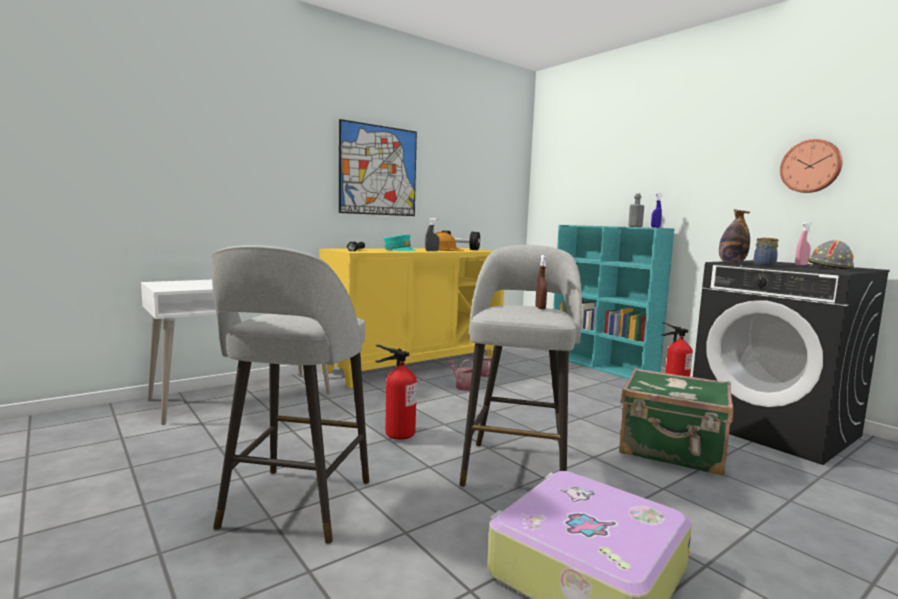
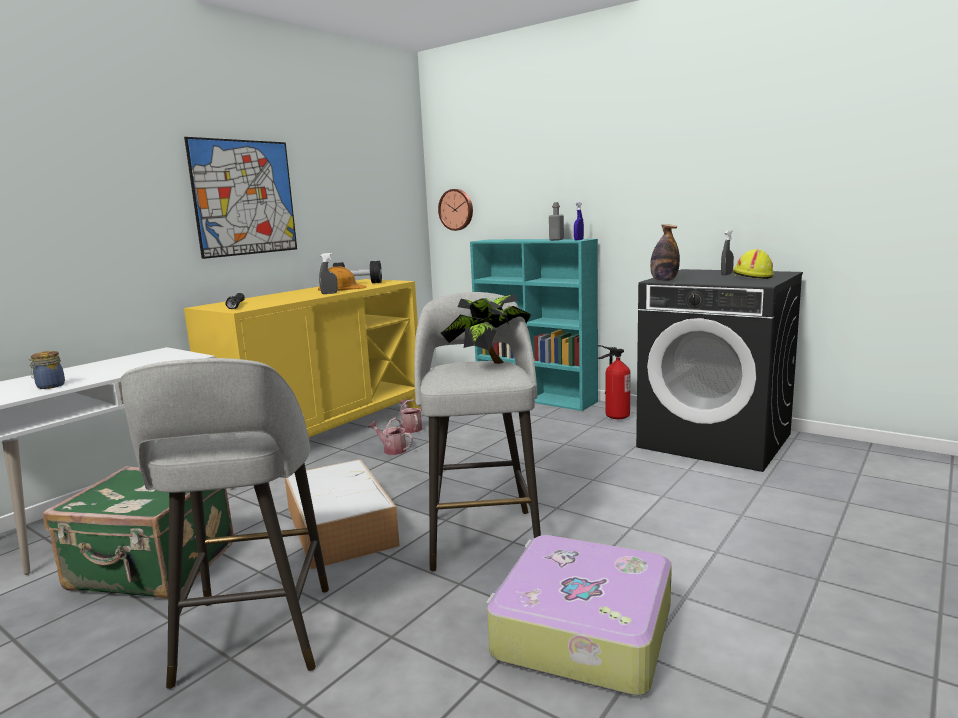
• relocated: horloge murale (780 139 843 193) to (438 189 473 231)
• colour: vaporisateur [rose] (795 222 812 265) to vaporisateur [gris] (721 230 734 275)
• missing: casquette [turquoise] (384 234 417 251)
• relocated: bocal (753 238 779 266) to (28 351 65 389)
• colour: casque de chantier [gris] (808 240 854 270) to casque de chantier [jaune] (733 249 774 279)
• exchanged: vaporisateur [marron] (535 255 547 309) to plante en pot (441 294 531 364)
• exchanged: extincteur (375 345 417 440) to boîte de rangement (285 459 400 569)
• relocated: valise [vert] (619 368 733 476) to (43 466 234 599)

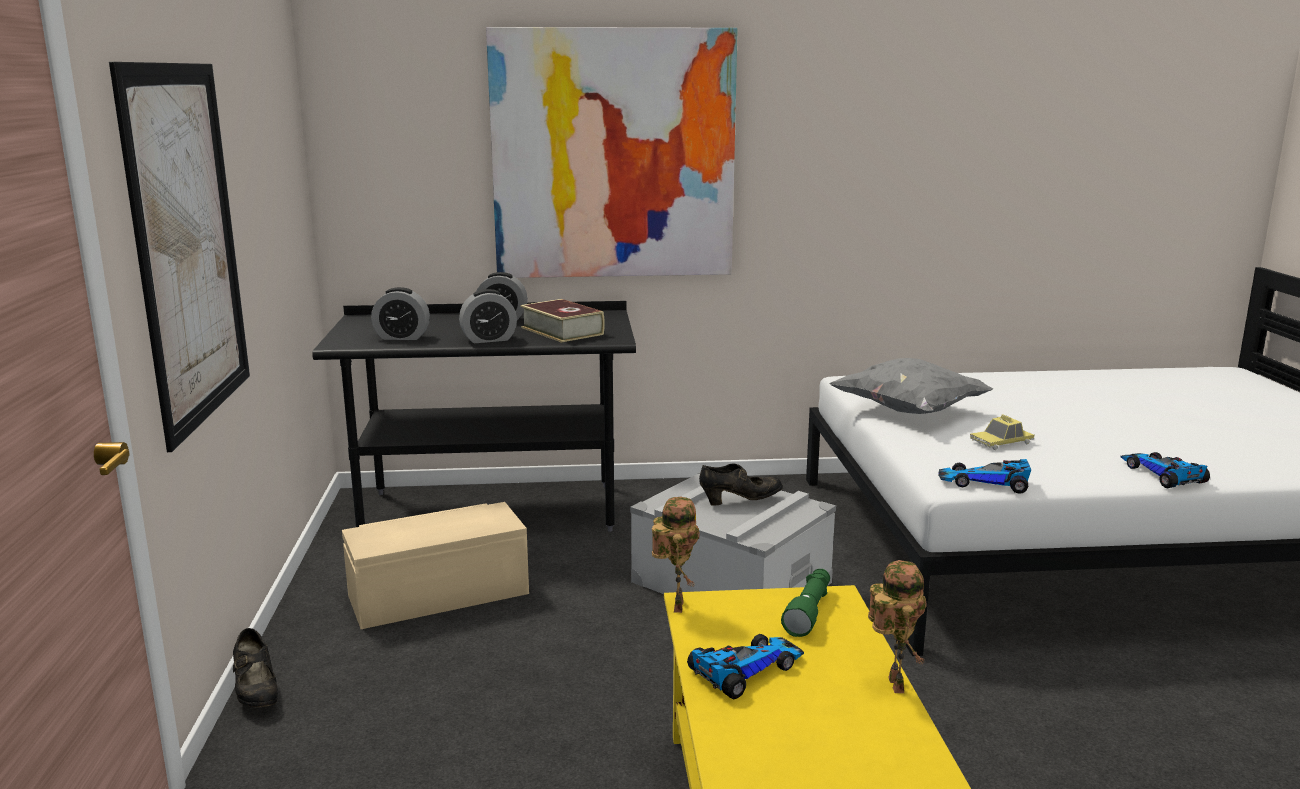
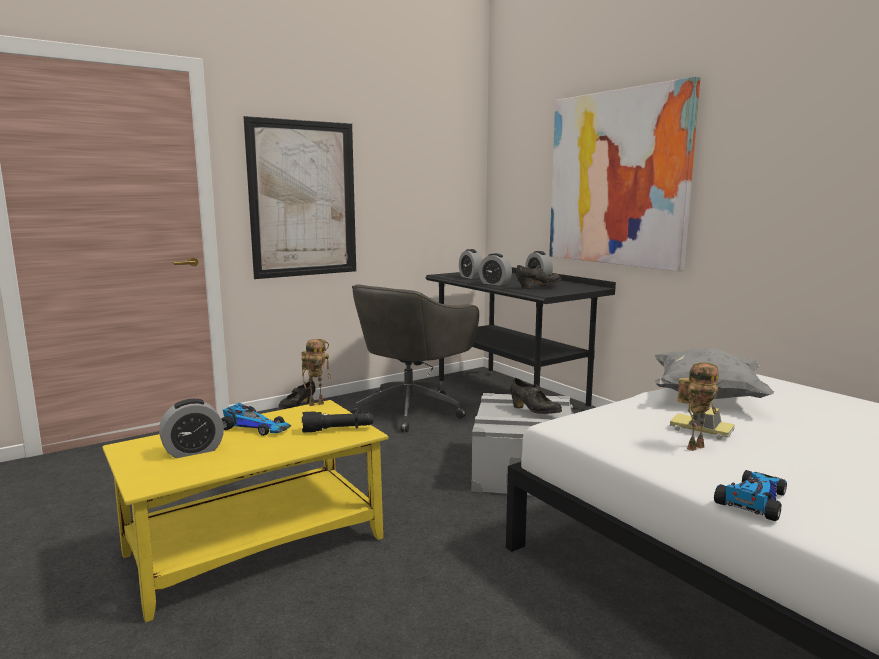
• exchanged: livre (520 299 605 343) to chaussure [noir] (516 265 562 289)
• missing: petite voiture (938 459 1031 494)
• exchanged: boîte de rangement [beige] (342 502 529 629) to chaise de bureau [gris] (350 284 479 432)
• relocated: robot jouet (868 560 927 693) to (677 362 719 451)
• colour: lampe de poche [vert] (781 569 830 637) to lampe de poche [noir] (302 411 373 432)
• appeared: réveil (159 399 224 458)

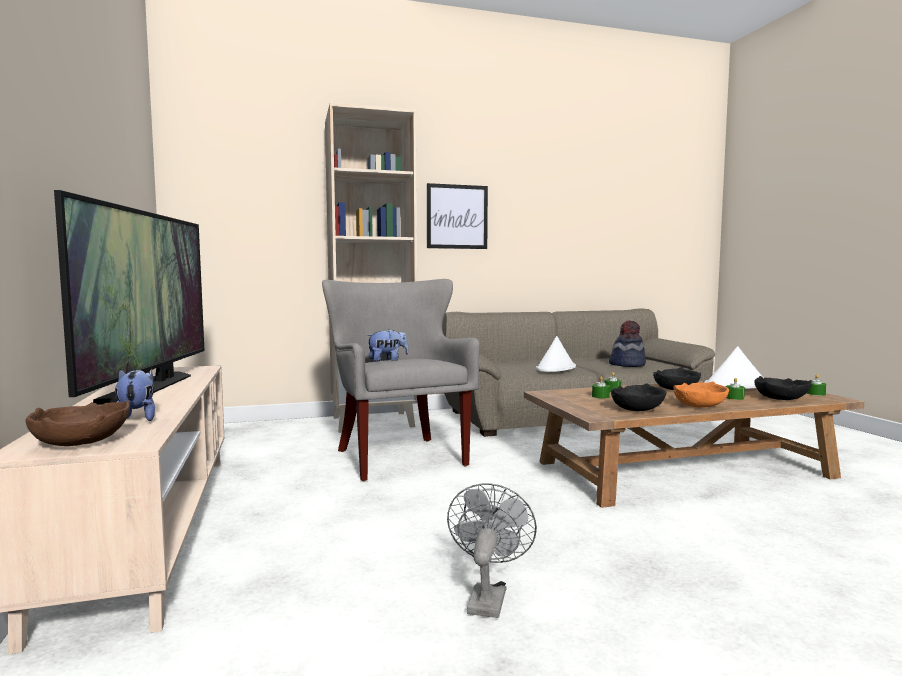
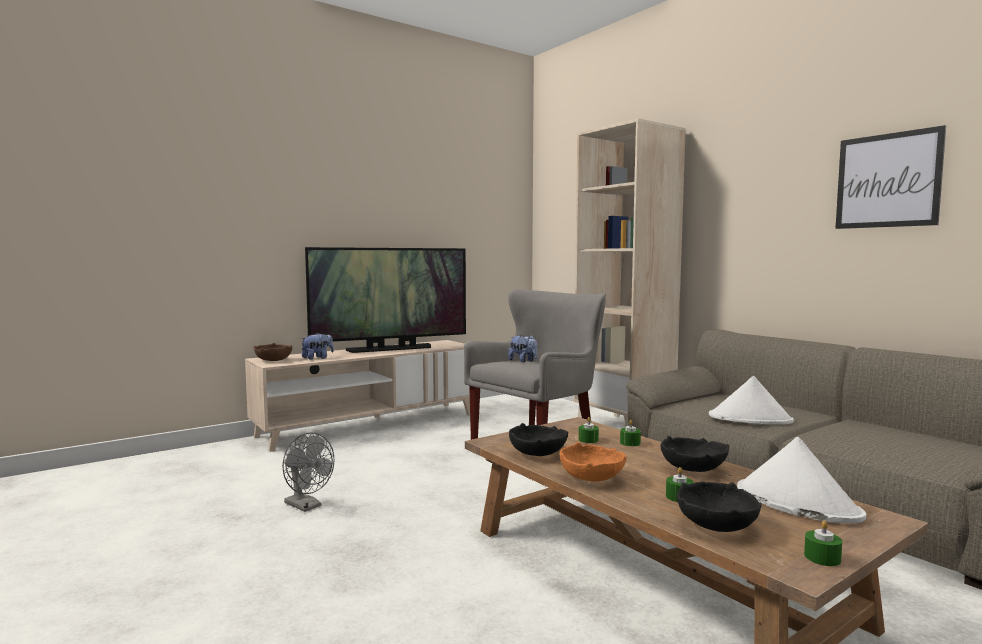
• relocated: tableau (427 183 488 249) to (835 125 946 229)
• missing: chapeau (609 320 646 367)
• spun: ventilateur [gris] (447 483 537 618) = (282 432 334 512) 45 degrees clockwise

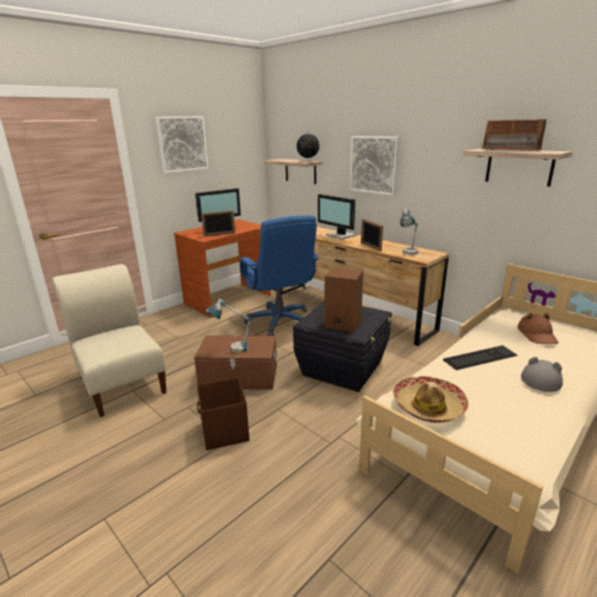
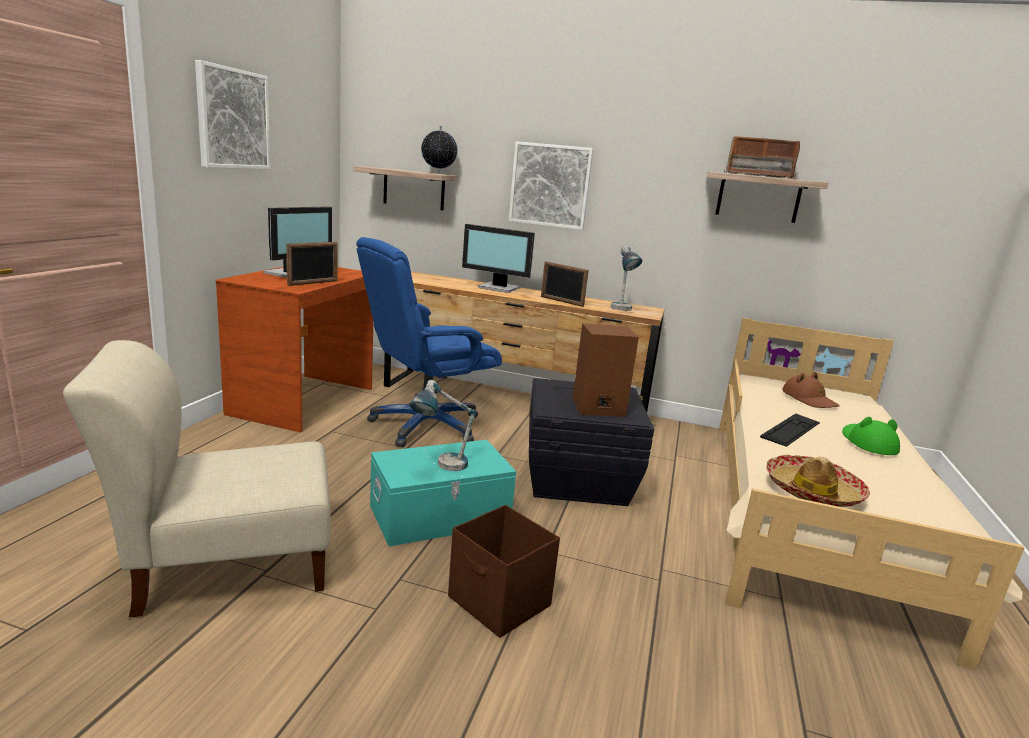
• spun: chaise de bureau [bleu] (239 215 319 336) = (356 237 502 447) 105 degrees clockwise
• spun: chaise [beige] (52 264 166 417) = (63 340 331 618) 45 degrees counterclockwise
• colour: boîte de rangement [marron] (194 336 277 390) to boîte de rangement [turquoise] (370 440 516 546)
• colour: chapeau [gris] (521 357 563 392) to chapeau [vert] (842 417 900 455)

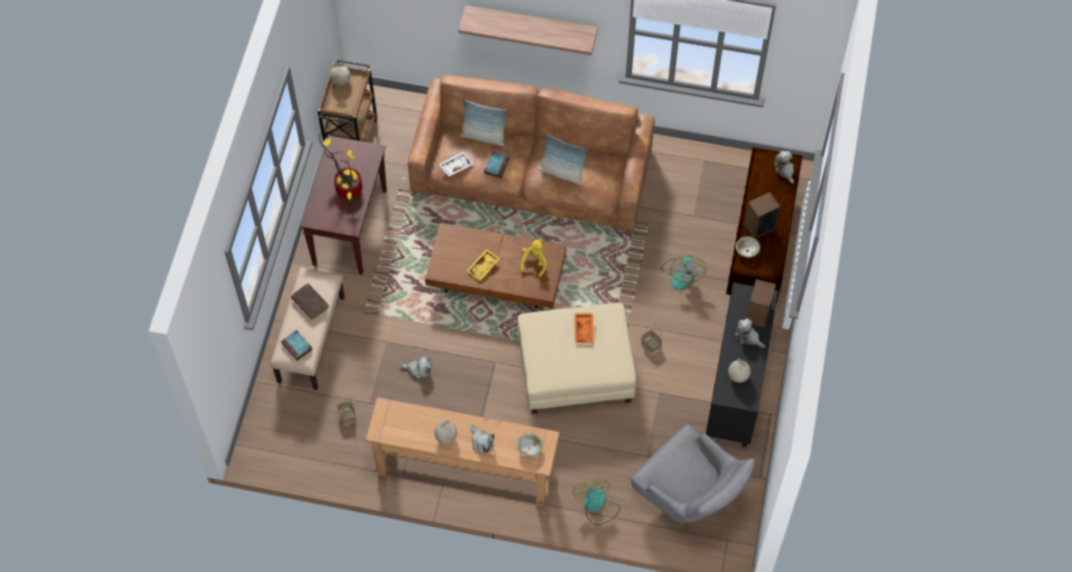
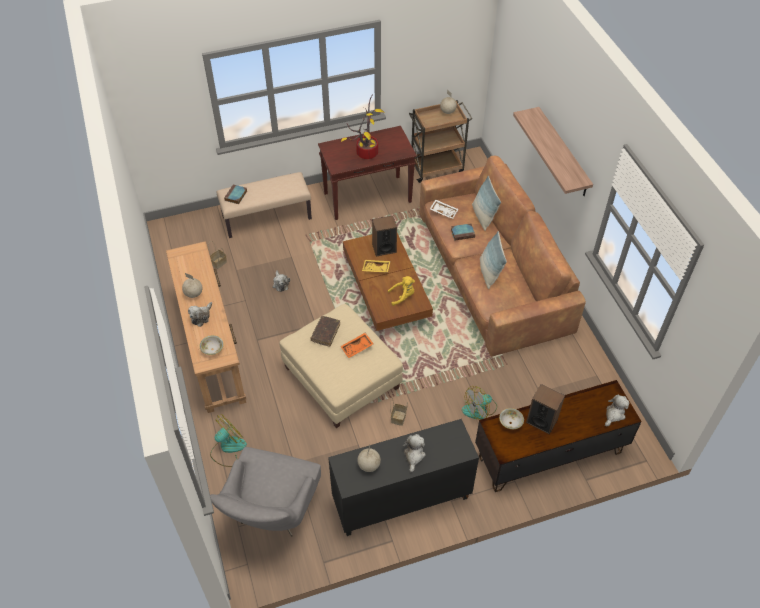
• relocated: enceinte (746 279 776 328) to (372 216 397 256)
• relocated: livre [marron] (291 283 329 320) to (311 316 340 347)

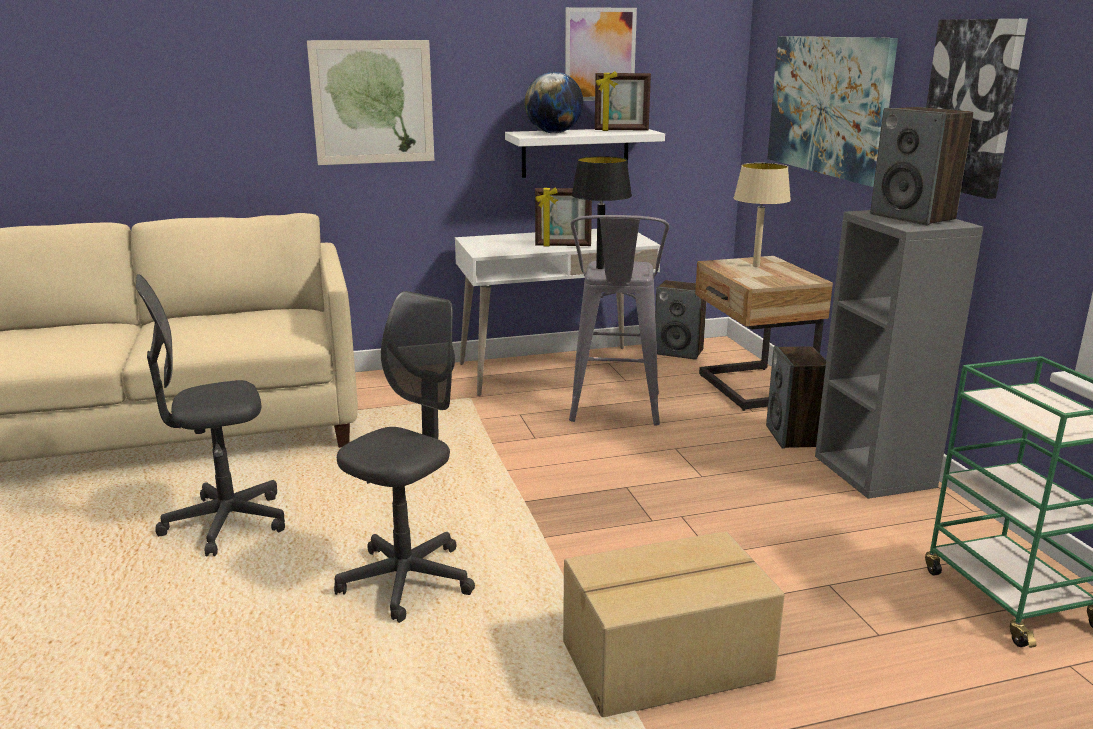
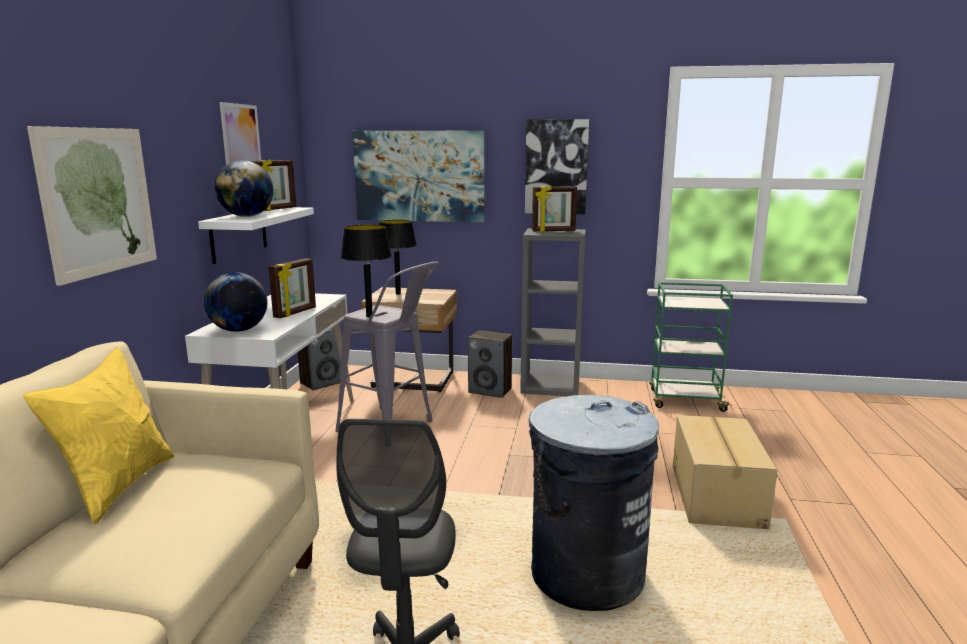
• exchanged: enceinte (870 107 973 225) to cadre photo (532 185 577 232)
• colour: lampe de table [beige] (734 163 791 267) to lampe de table [noir] (379 220 417 295)
• exchanged: chaise de bureau [gris] (334 291 475 623) to poubelle [gris] (529 395 659 611)
• appeared: globe (204 272 267 332)
• appeared: coussin [jaune] (23 347 174 524)

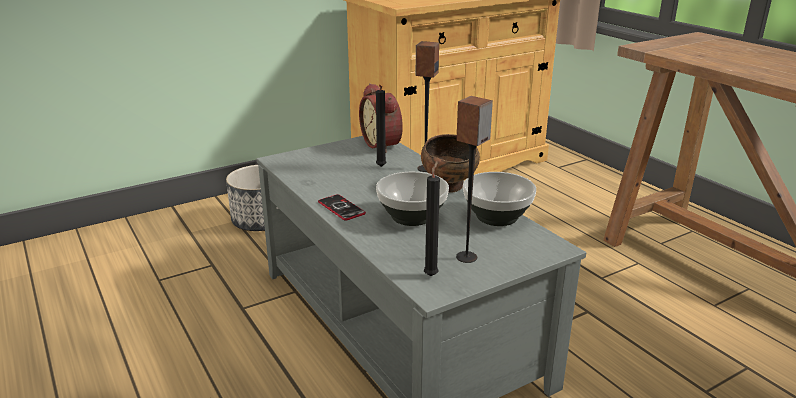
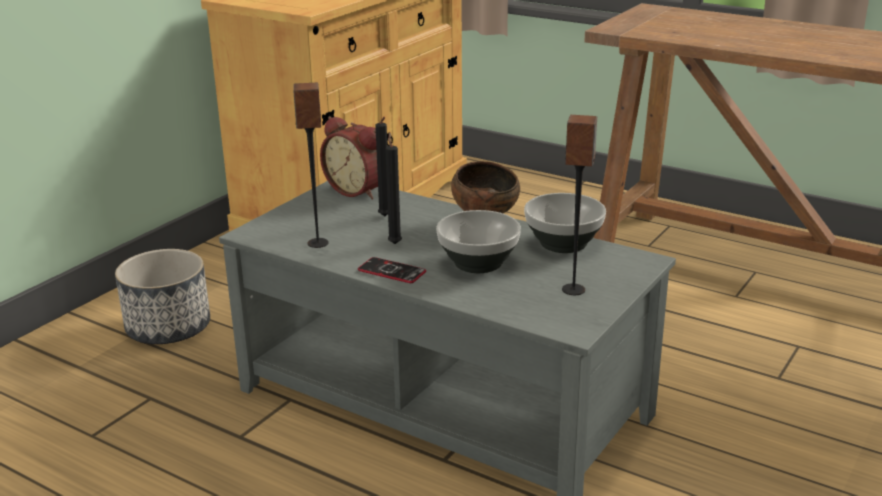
• relocated: enceinte (416 41 439 172) to (293 82 329 248)
• relocated: bougie [noir] (424 161 440 276) to (385 132 402 244)

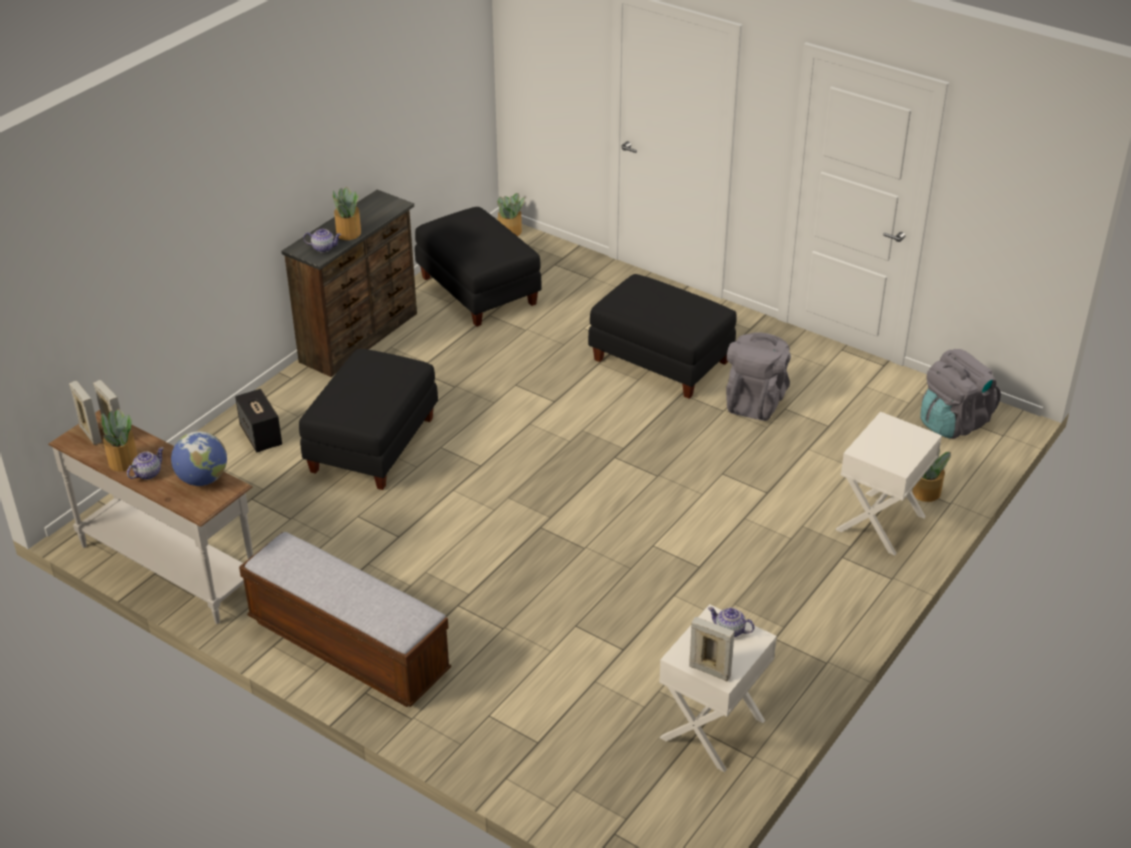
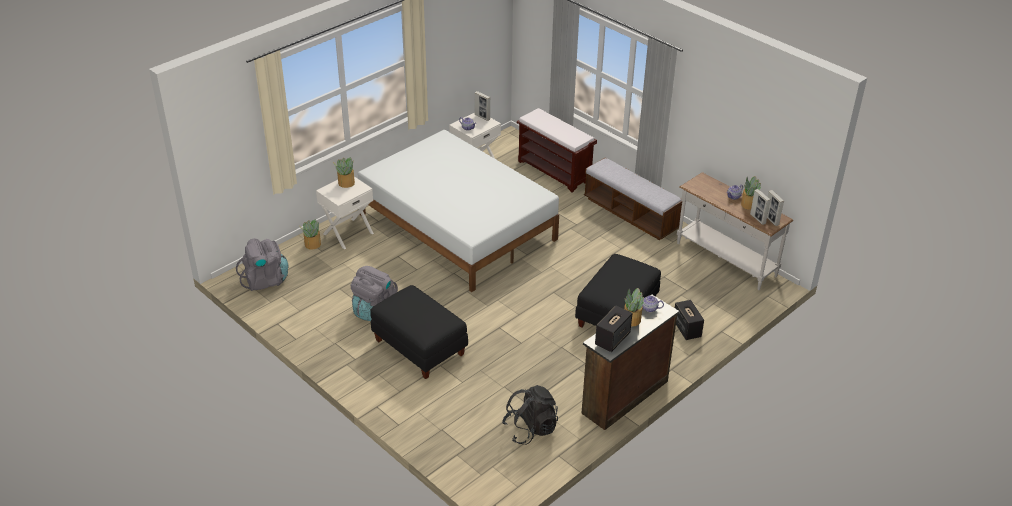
• relocated: plante en pot (497 193 525 236) to (333 158 355 188)
• exchanged: pouf [noir] (415 207 542 327) to sac à dos [noir] (502 385 558 444)
• missing: globe (171 431 227 486)
• appeared: banc [marron] (517 108 597 193)
• appeared: lit [blanc] (358 130 559 292)
• appeared: enceinte (595 306 632 352)

